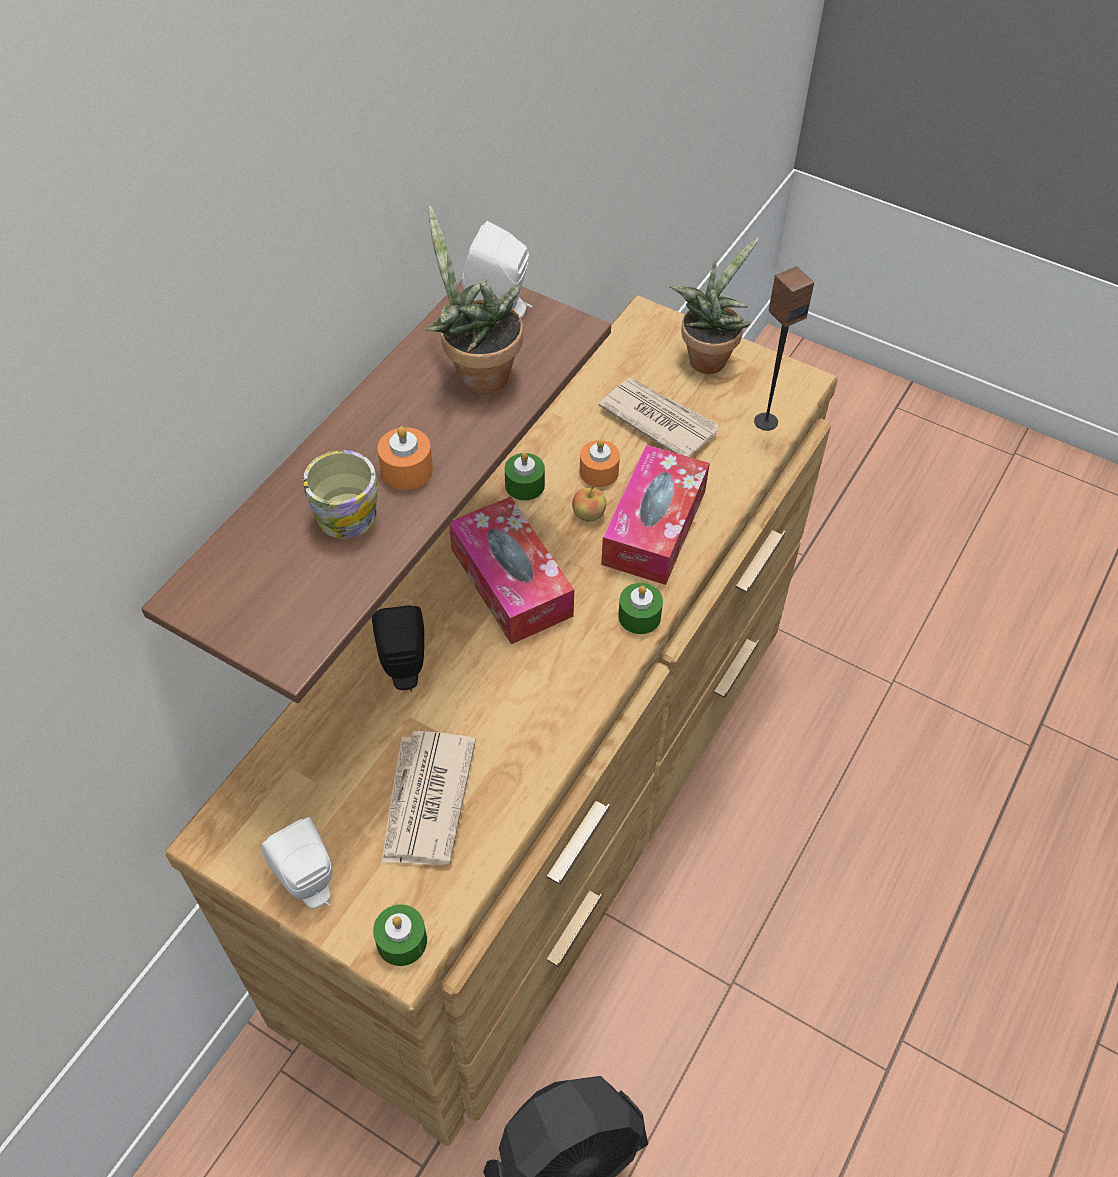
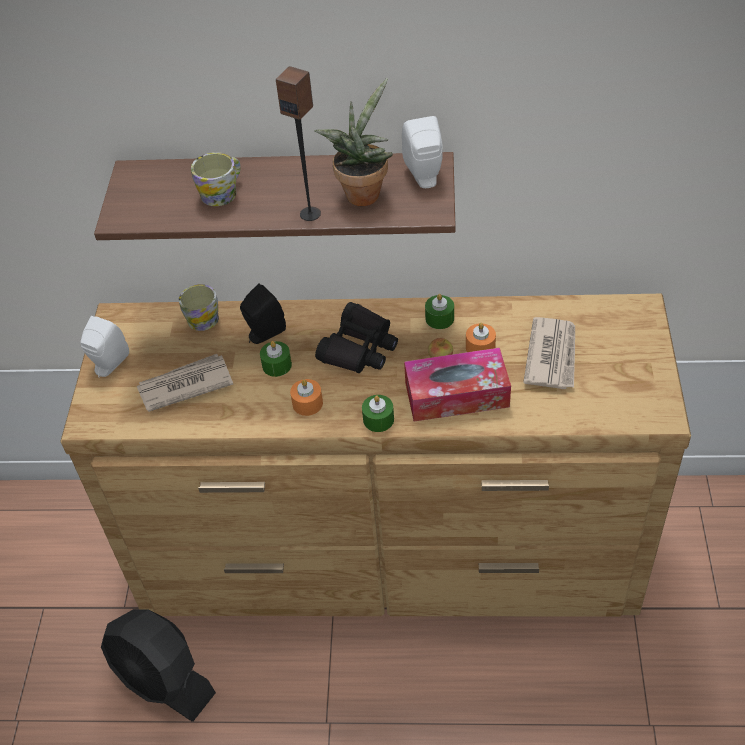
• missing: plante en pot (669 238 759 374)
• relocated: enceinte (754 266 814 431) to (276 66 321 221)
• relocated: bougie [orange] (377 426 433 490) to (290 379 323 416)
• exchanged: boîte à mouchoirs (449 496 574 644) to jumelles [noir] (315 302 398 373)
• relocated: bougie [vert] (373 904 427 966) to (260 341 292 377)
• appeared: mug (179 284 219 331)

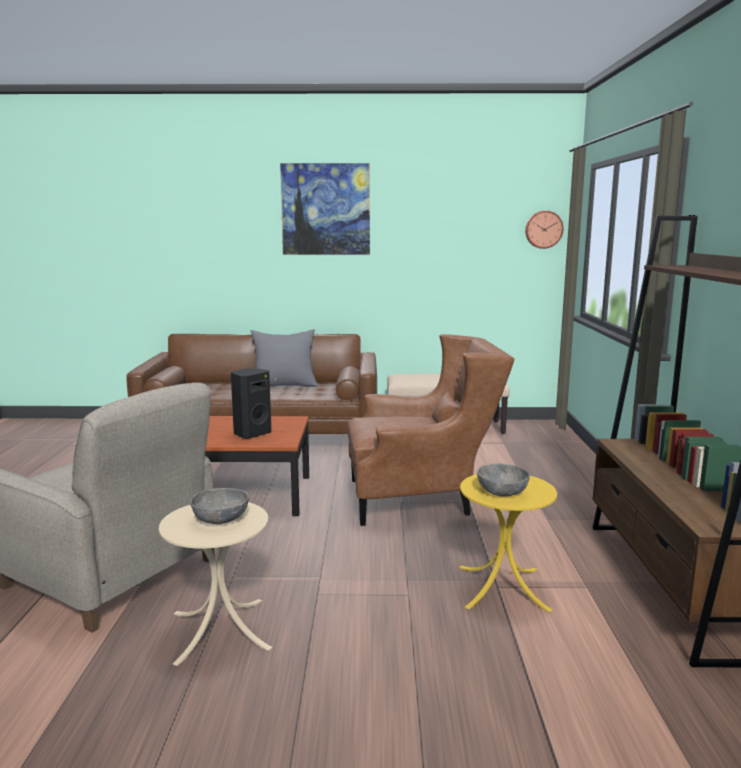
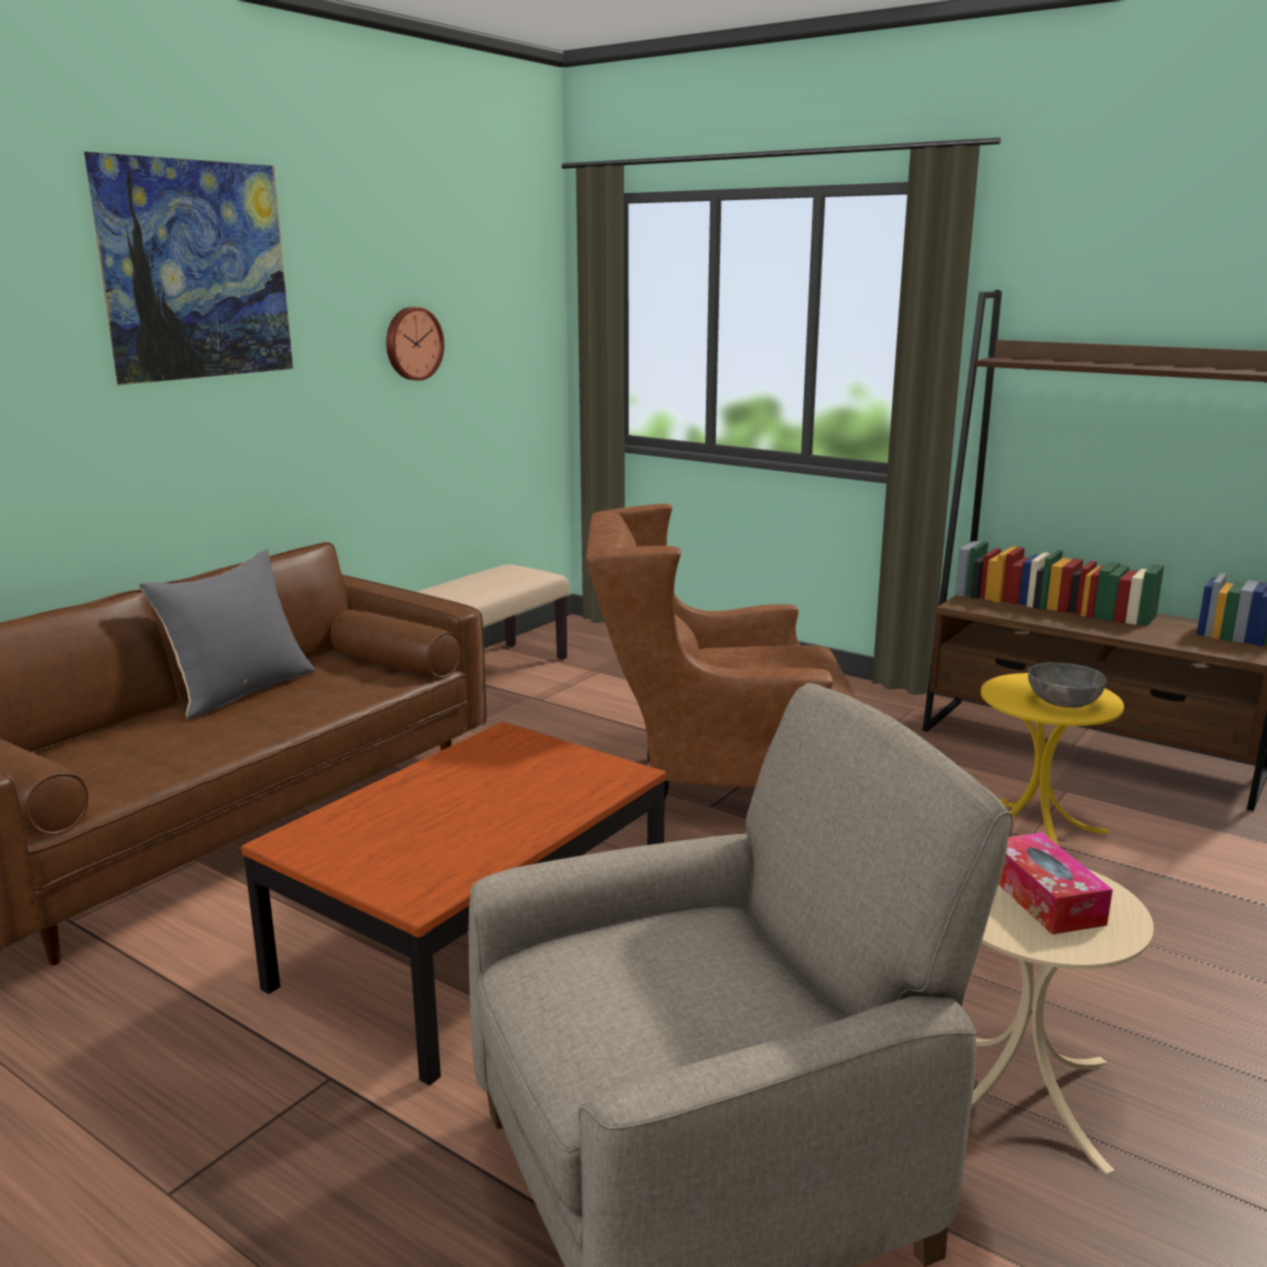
• relocated: horloge murale (525 211 564 249) to (386 307 444 381)
• spun: fauteuil [marron] (348 334 514 526) = (586 504 857 802) 120 degrees counterclockwise
• missing: enceinte [noir] (231 368 271 439)
• exchanged: bol [gris] (190 488 249 524) to boîte à mouchoirs (998 833 1113 934)

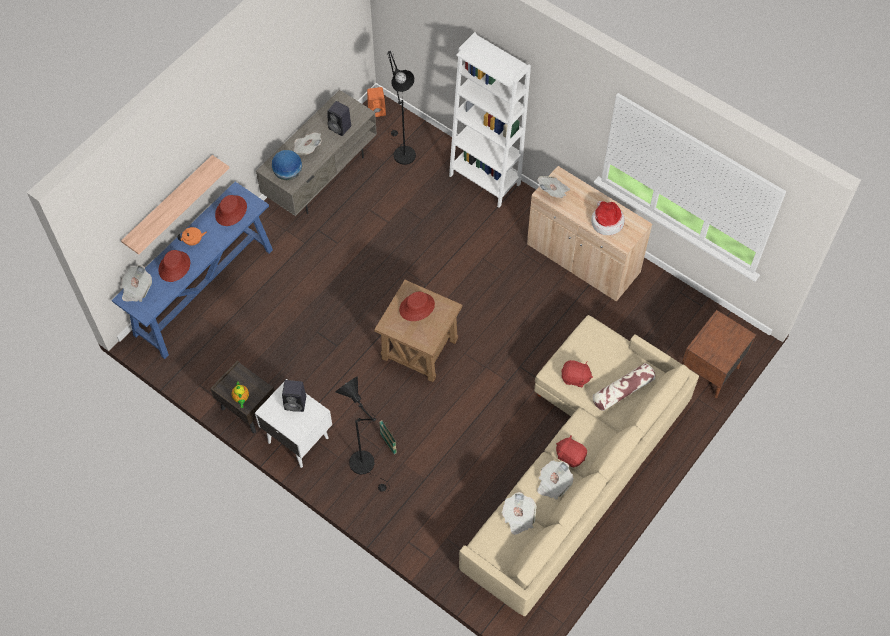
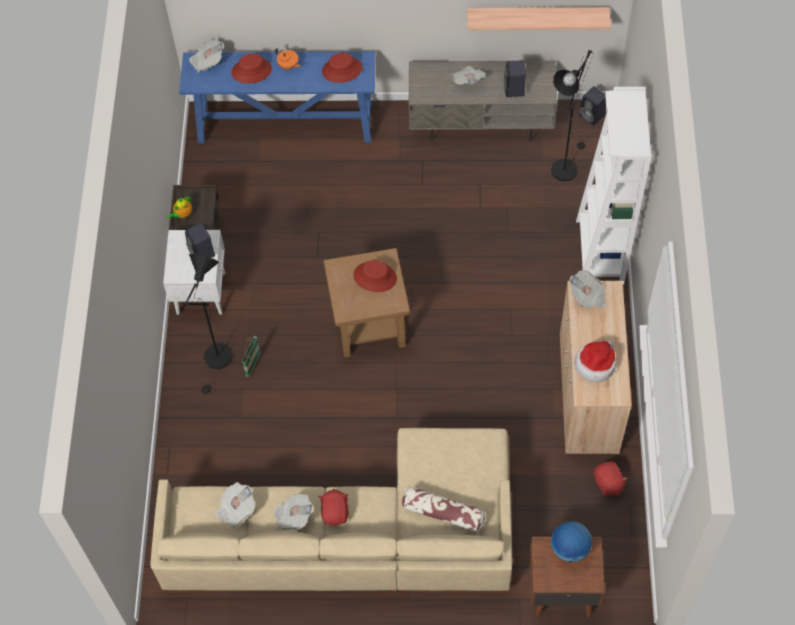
• colour: enceinte [orange] (367 87 386 117) to enceinte [noir] (579 86 606 125)
• relocated: globe (272 150 302 180) to (551 521 592 563)
• relocated: étagère (121 155 229 255) to (467 7 611 30)
• relocated: peluche [rouge] (561 360 593 387) to (594 461 628 496)

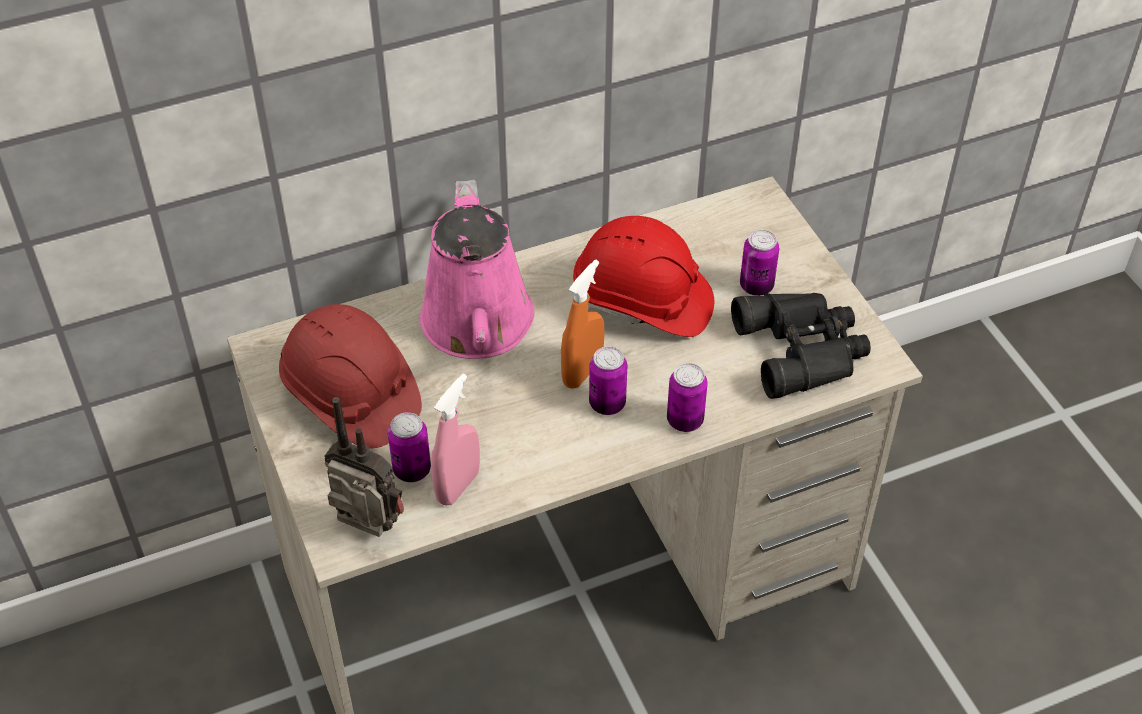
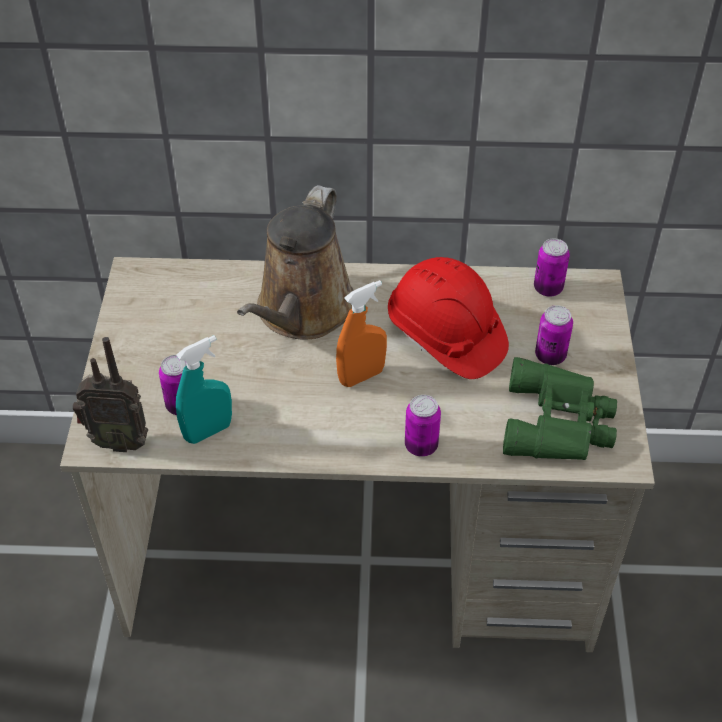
• colour: arrosoir [rose] (420 180 534 359) to arrosoir [marron] (237 185 354 340)
• colour: jumelles [noir] (731 293 871 399) to jumelles [vert] (503 357 617 460)
• missing: casque de chantier [rouge] (279 304 422 449)
• relocated: boîte métallique (589 346 627 415) to (534 239 570 297)
• colour: vaporisateur [rose] (431 373 480 506) to vaporisateur [turquoise] (176 335 232 444)
• spun: radio (324 397 404 537) = (73 337 148 452) 135 degrees clockwise

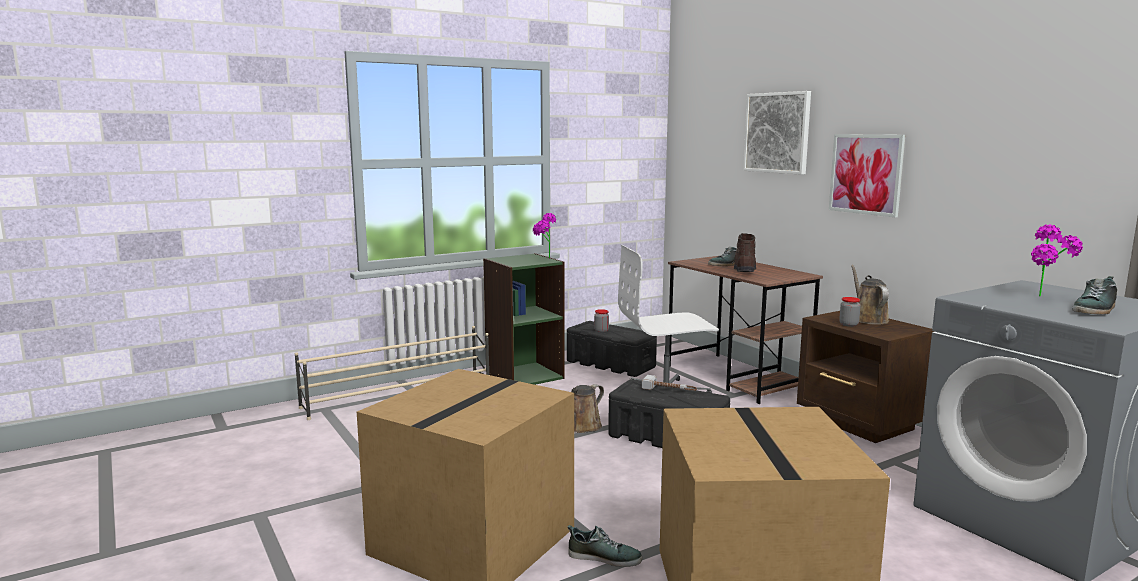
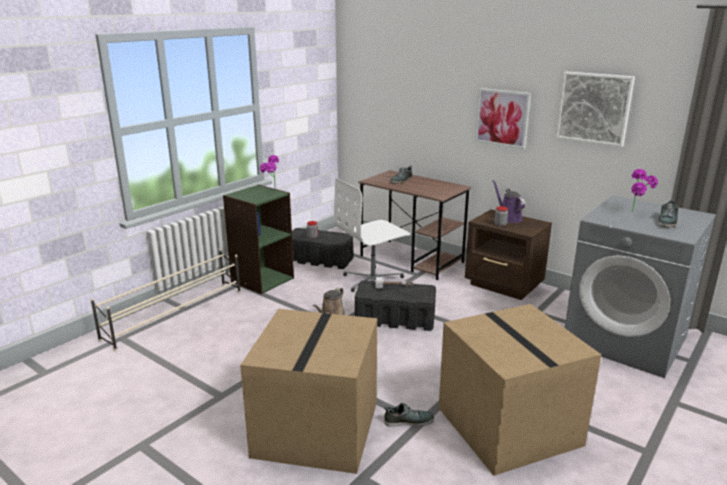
• relocated: tableau (743 91 811 175) to (556 72 635 147)
• missing: botte [marron] (732 233 756 272)
• colour: arrosoir [marron] (851 265 889 325) to arrosoir [violet] (492 180 525 223)

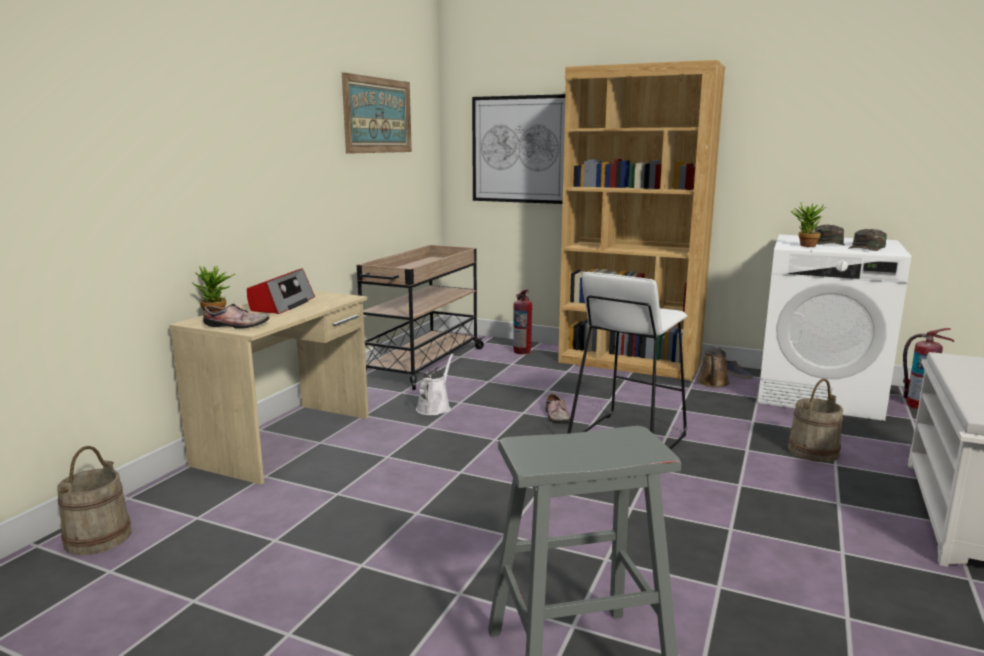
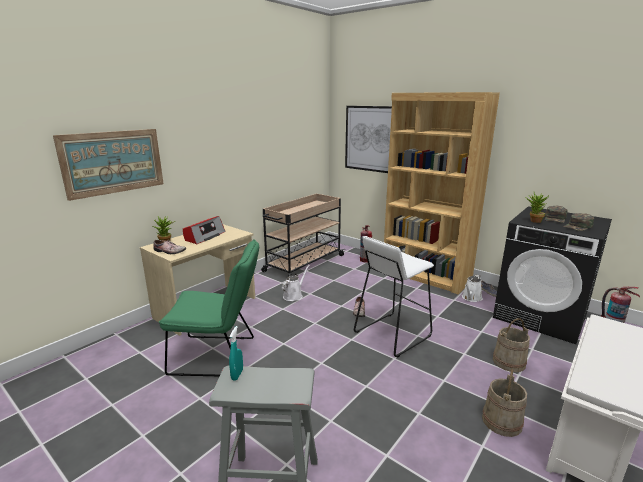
• relocated: tableau (342 73 412 154) to (53 129 164 201)
• colour: lave-linge [blanc] (758 234 911 421) to lave-linge [noir] (493 207 612 344)
• colour: arrosoir [marron] (697 347 730 388) to arrosoir [blanc] (462 275 483 302)
• relocated: seau [beige] (57 446 132 555) to (482 369 527 437)
• appeared: chaise [vert] (159 239 259 376)
• appeared: vaporisateur [turquoise] (229 326 243 381)

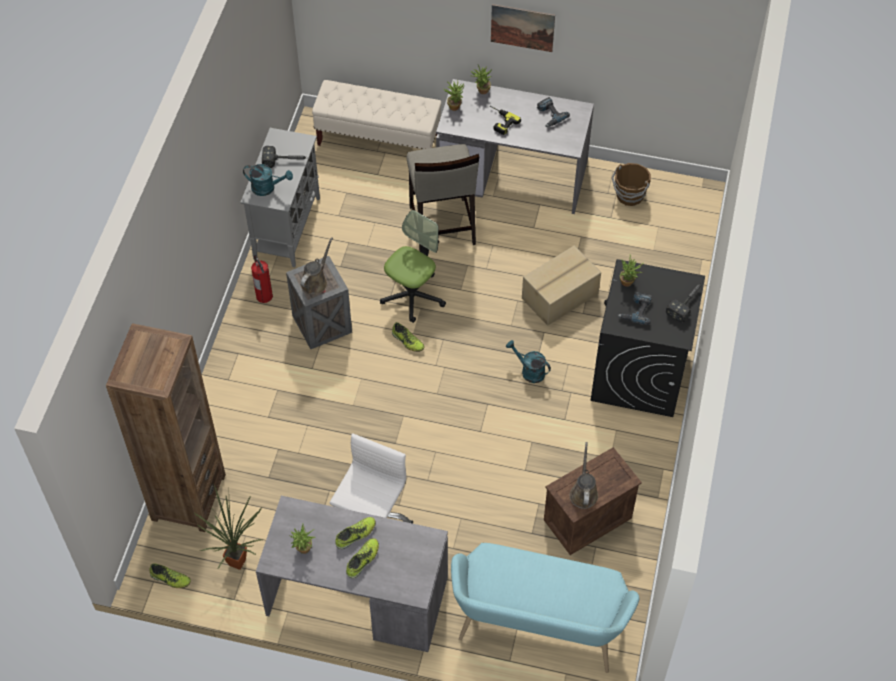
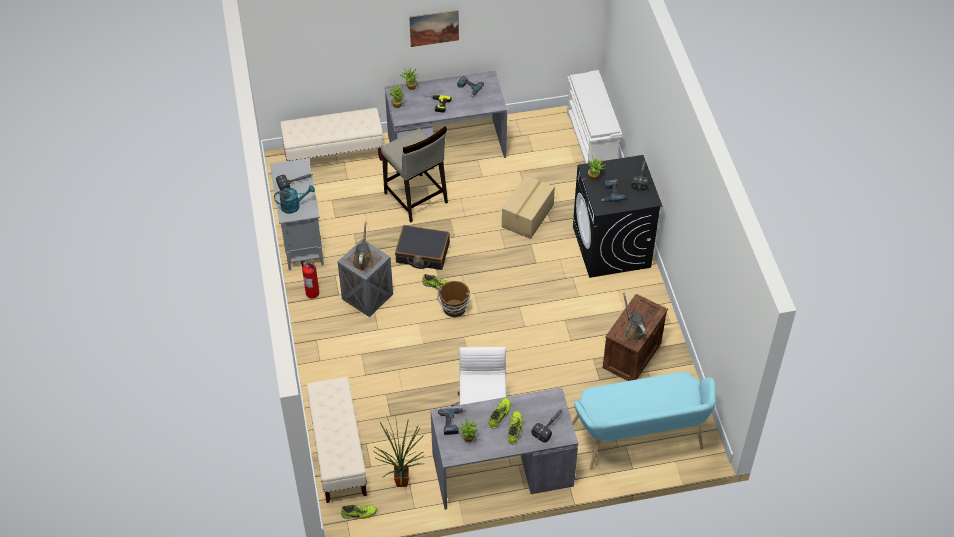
• relocated: seau [marron] (612 163 651 206) to (437 281 470 317)
• exchanged: chaise de bureau (380 210 446 323) to valise [noir] (395 225 450 270)
• exchanged: bibliothèque [marron] (106 323 226 532) to banc [beige] (306 377 367 503)
• missing: arrosoir [turquoise] (506 340 551 383)
• appeared: étagère à chaussures [blanc] (567 70 622 163)
• appeared: perceuse (438 408 466 435)
• appeared: marteau (531 409 563 443)

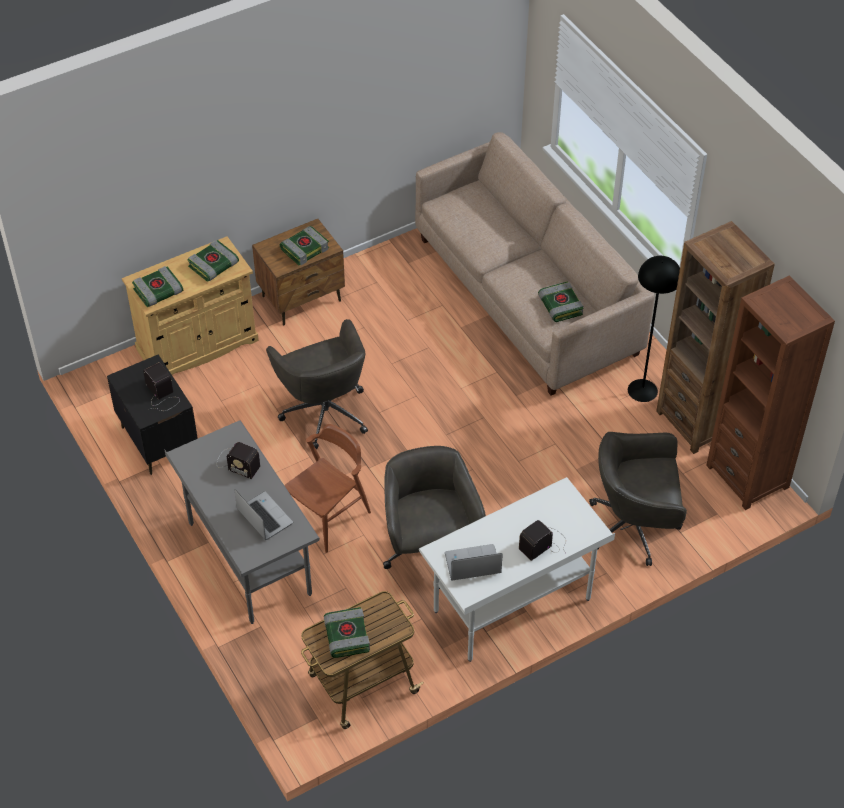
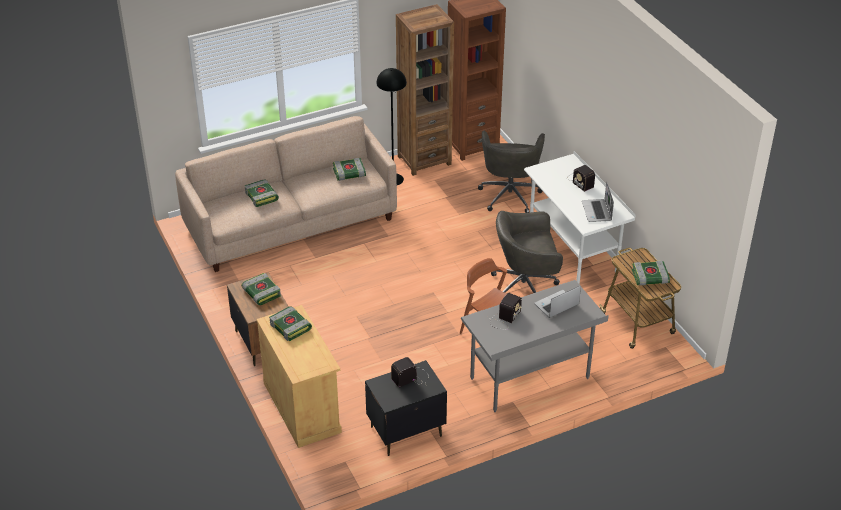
• relocated: livre (132 266 183 307) to (245 180 279 207)
• missing: chaise de bureau [gris] (266 319 368 449)

